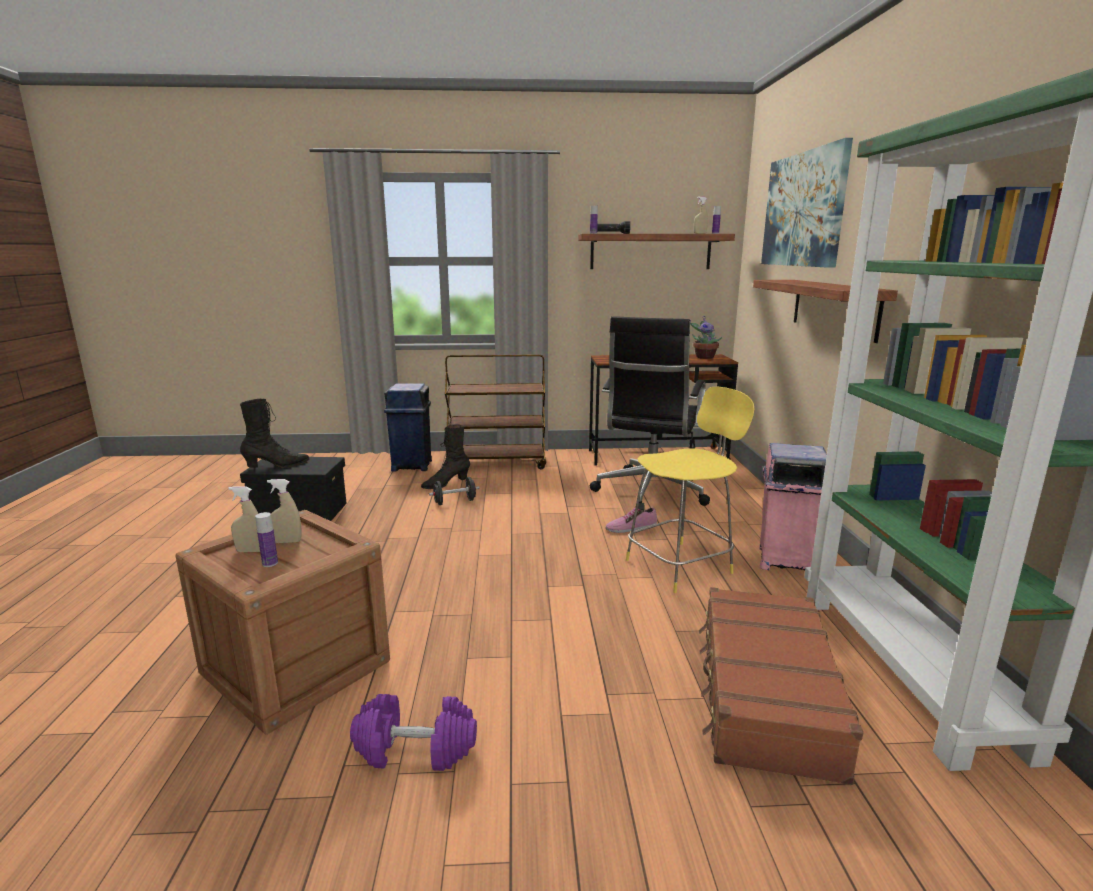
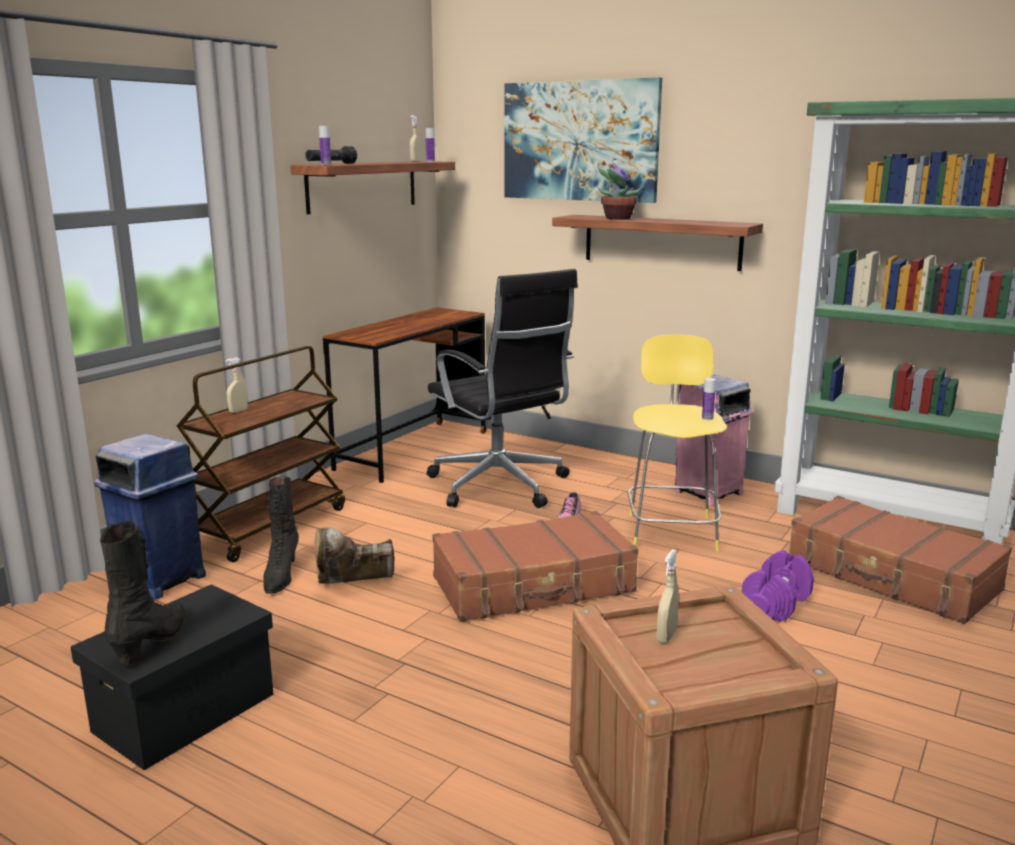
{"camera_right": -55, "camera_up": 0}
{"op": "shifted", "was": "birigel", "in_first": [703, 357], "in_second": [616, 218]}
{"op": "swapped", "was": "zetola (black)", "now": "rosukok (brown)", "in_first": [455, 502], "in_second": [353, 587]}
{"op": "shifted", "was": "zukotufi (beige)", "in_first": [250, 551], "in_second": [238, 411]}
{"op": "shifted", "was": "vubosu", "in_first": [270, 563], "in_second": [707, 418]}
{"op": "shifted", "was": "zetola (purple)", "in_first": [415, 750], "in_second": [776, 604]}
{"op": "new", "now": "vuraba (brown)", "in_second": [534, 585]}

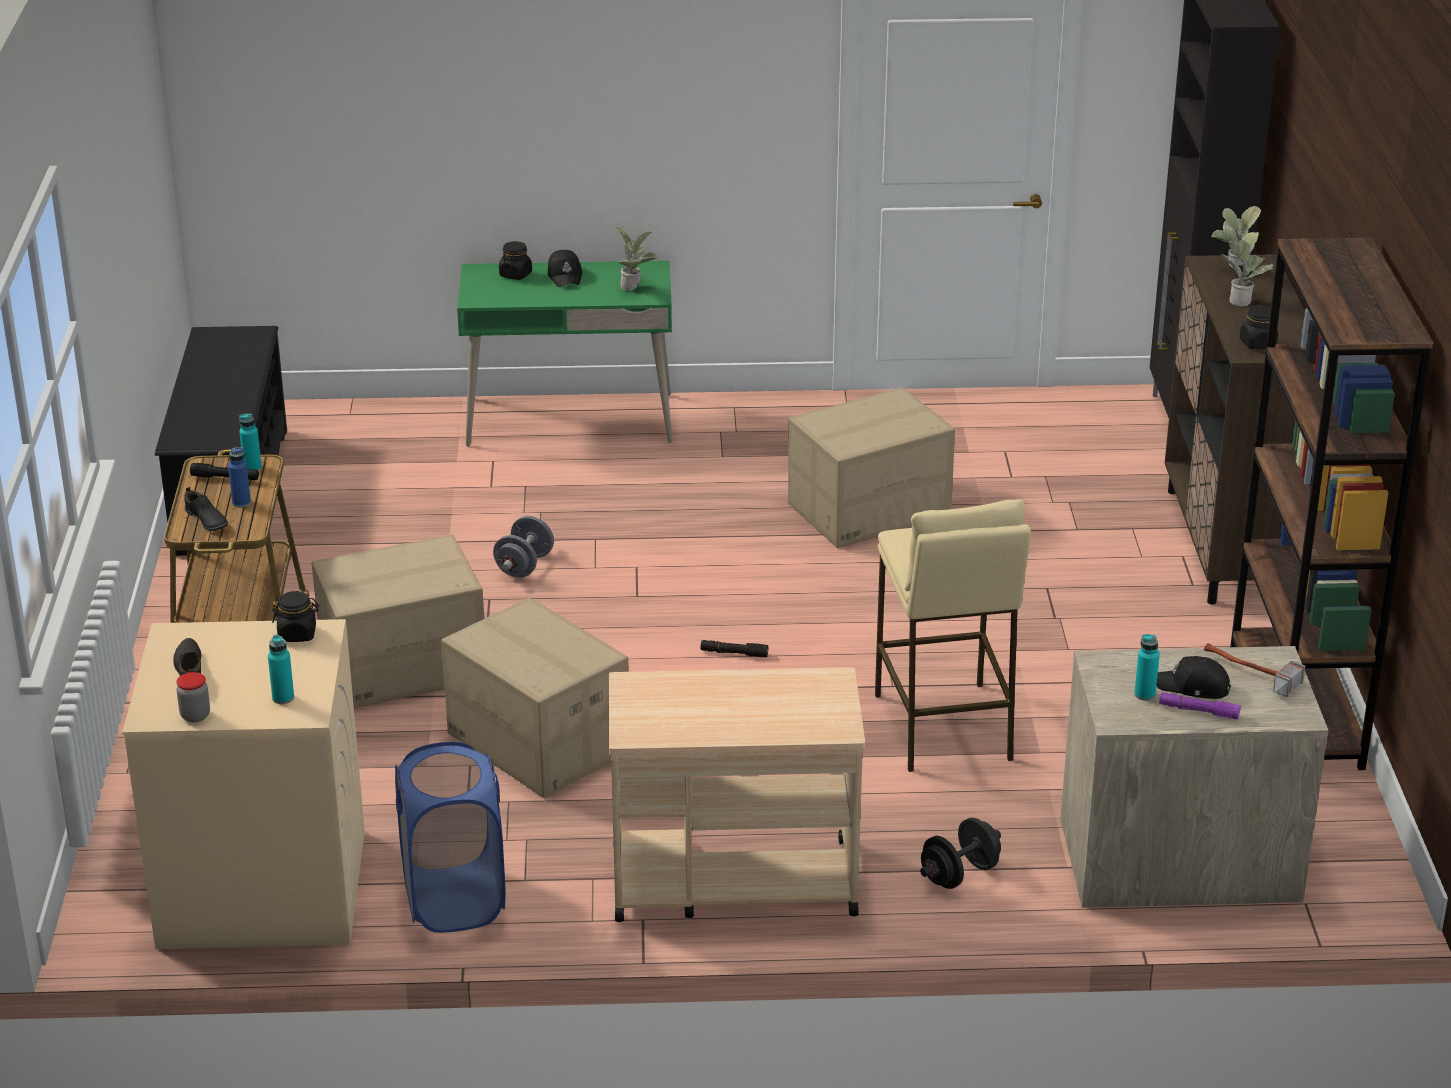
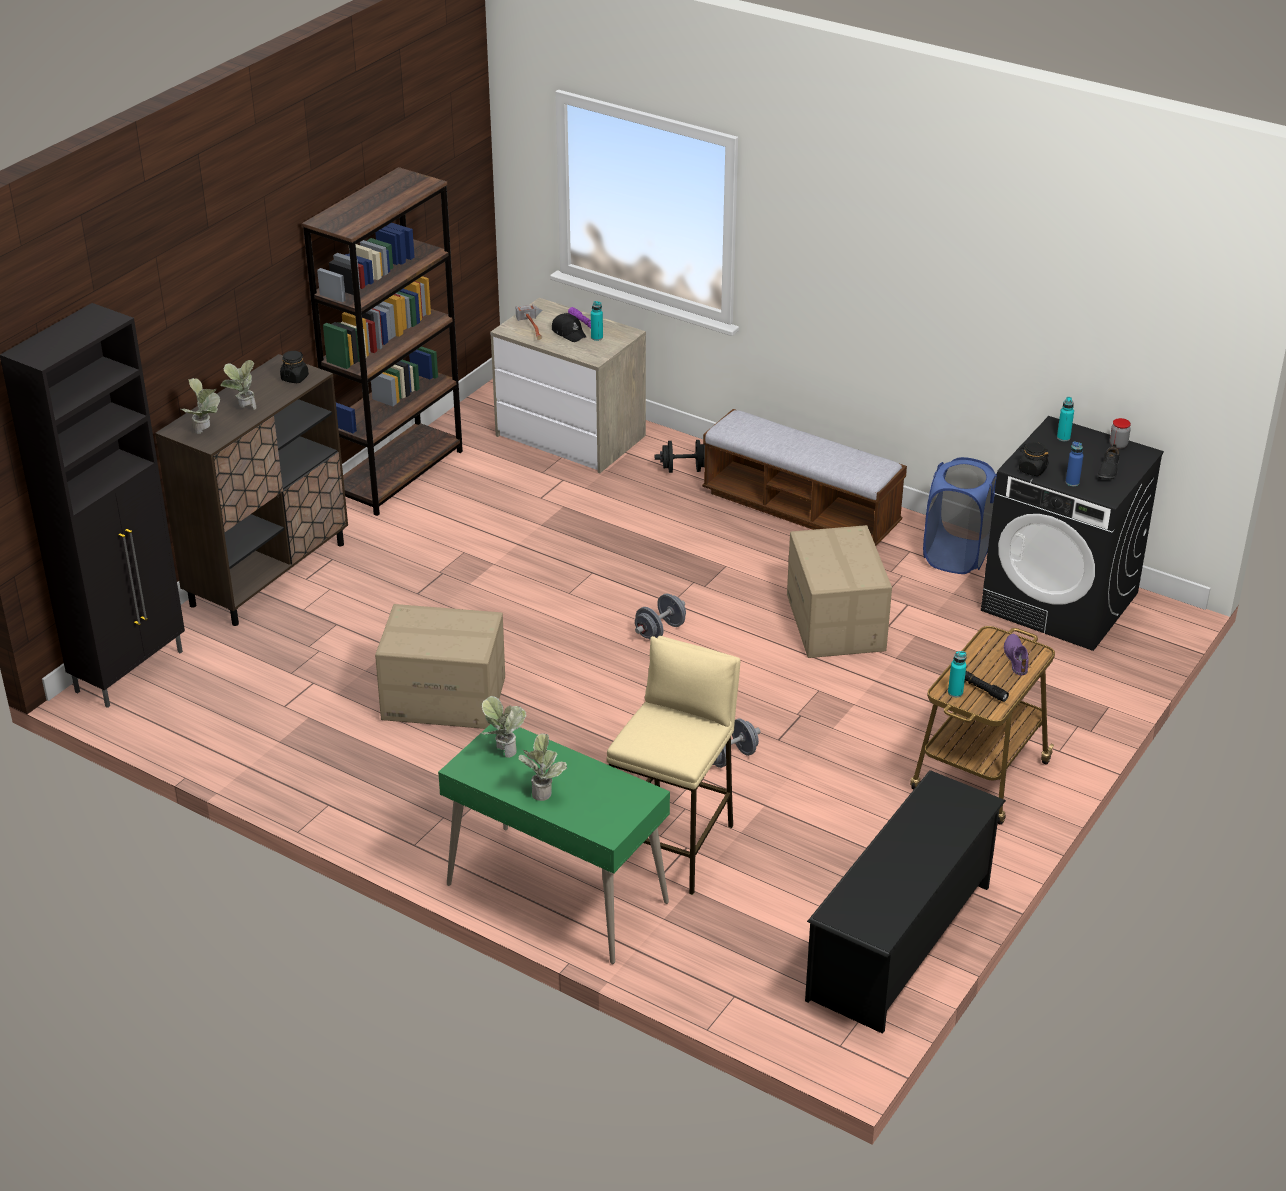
{"camera_right": -145, "camera_up": 5}
{"op": "gone", "was": "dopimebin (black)", "in_first": [515, 274]}
{"op": "swapped", "was": "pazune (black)", "now": "birigel", "in_first": [565, 275], "in_second": [543, 791]}
{"op": "shifted", "was": "vubosu (blue)", "in_first": [241, 503], "in_second": [1072, 482]}
{"op": "repainted", "was": "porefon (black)", "now": "porefon (purple)", "in_first": [206, 520], "in_second": [1016, 658]}
{"op": "shifted", "was": "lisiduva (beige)", "in_first": [943, 727], "in_second": [674, 847]}
{"op": "gone", "was": "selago", "in_first": [403, 667]}
{"op": "repainted", "was": "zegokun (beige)", "now": "zegokun (black)", "in_first": [261, 889], "in_second": [1060, 602]}
{"op": "swapped", "was": "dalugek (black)", "now": "zetola (grey)", "in_first": [734, 653], "in_second": [660, 631]}
{"op": "swapped", "was": "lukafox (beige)", "now": "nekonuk", "in_first": [732, 880], "in_second": [800, 510]}

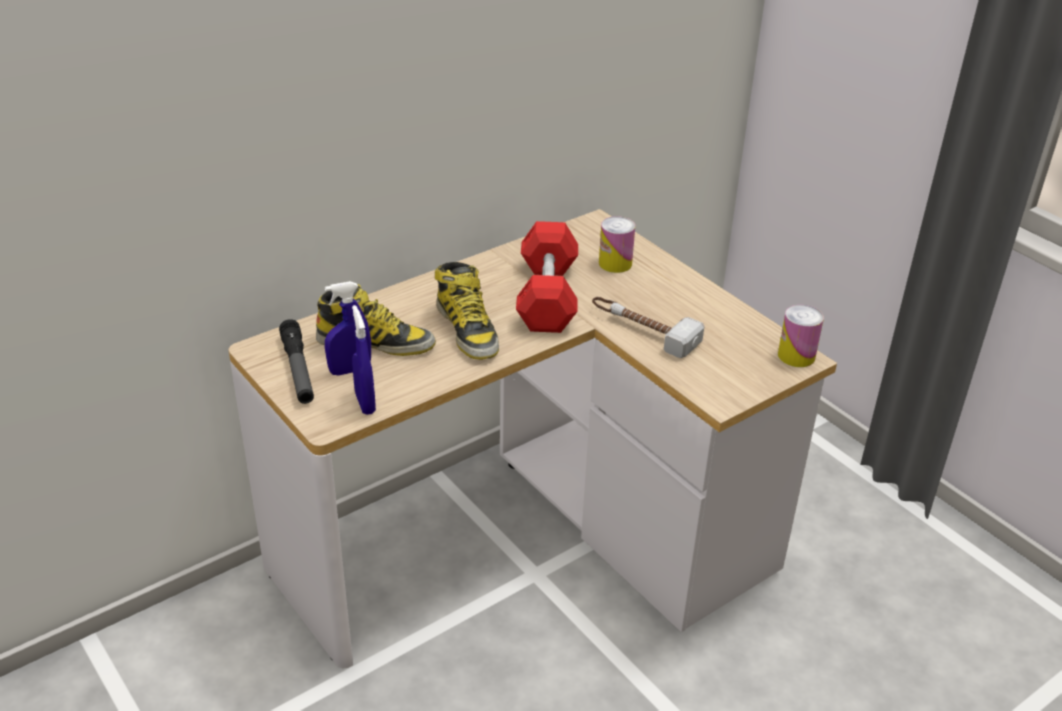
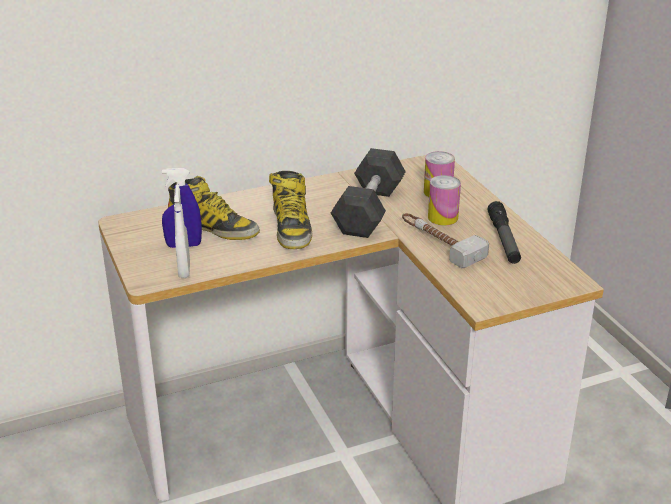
{"camera_right": 15, "camera_up": -5}
{"op": "repainted", "was": "zetola (red)", "now": "zetola (grey)", "in_first": [547, 296], "in_second": [369, 210]}
{"op": "repainted", "was": "zukotufi (blue)", "now": "zukotufi (white)", "in_first": [365, 403], "in_second": [184, 270]}
{"op": "shifted", "was": "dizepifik", "in_first": [796, 356], "in_second": [443, 217]}
{"op": "shifted", "was": "dalugek", "in_first": [298, 369], "in_second": [504, 239]}

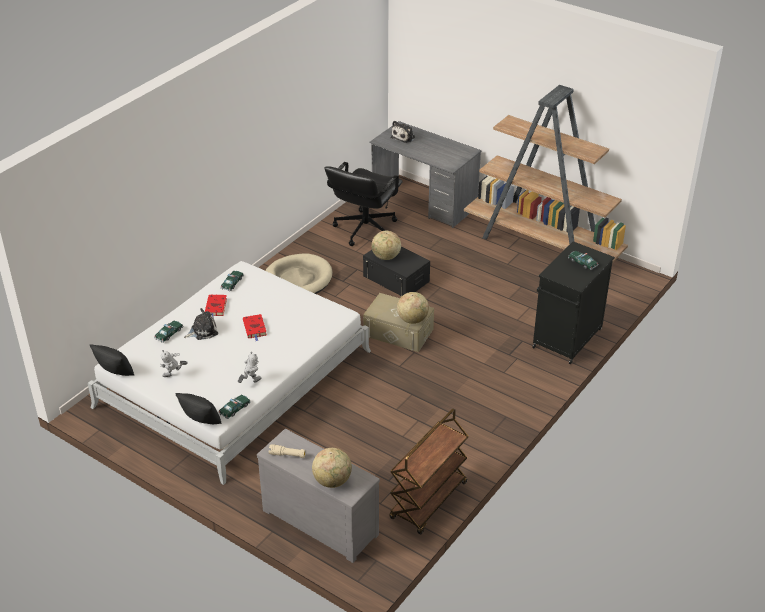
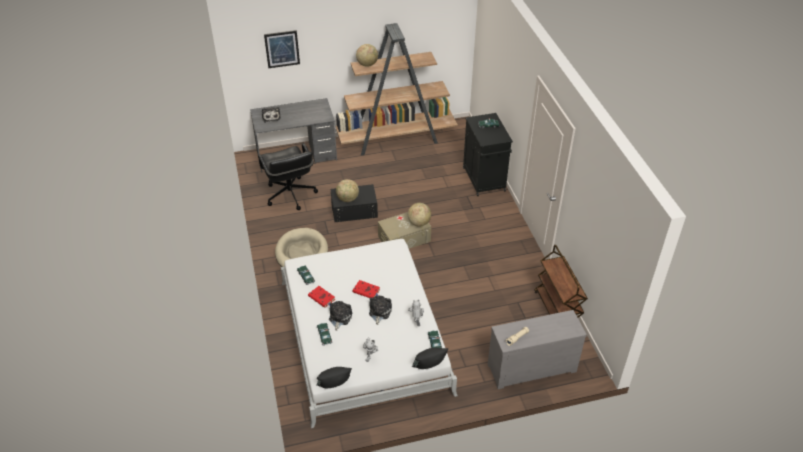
{"camera_right": -50, "camera_up": 5}
{"op": "shifted", "was": "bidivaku", "in_first": [332, 481], "in_second": [367, 64]}
{"op": "new", "now": "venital", "in_second": [282, 49]}
{"op": "new", "now": "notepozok", "in_second": [379, 312]}

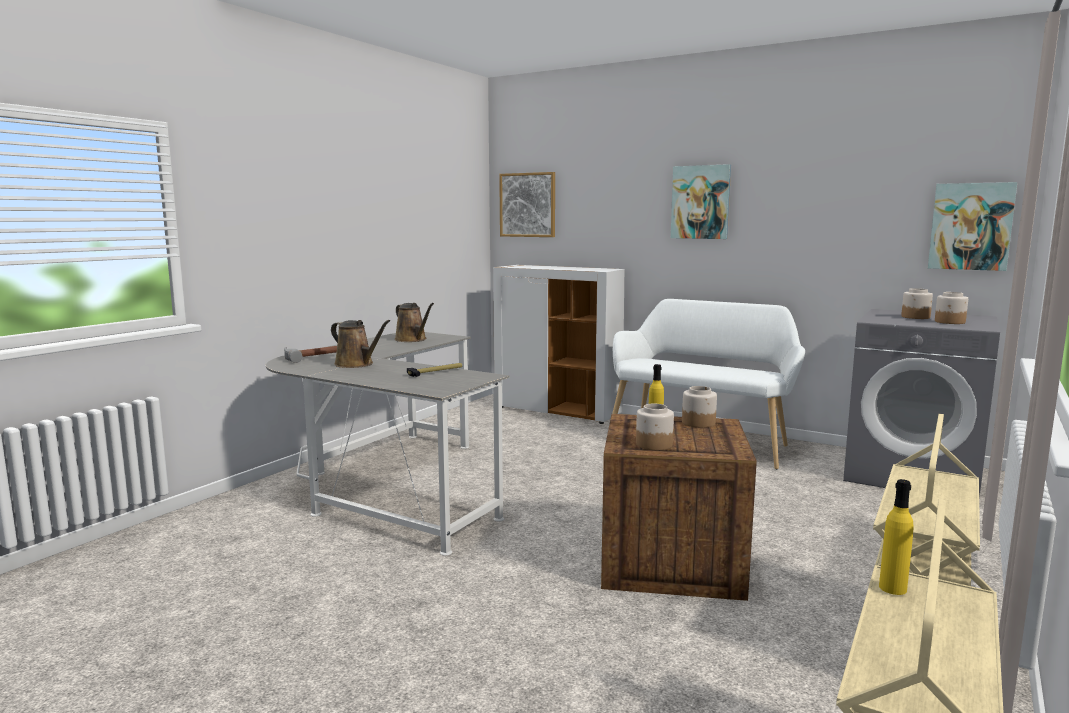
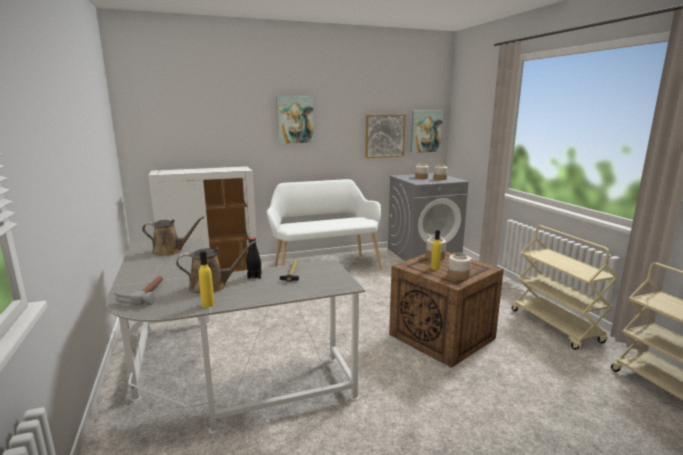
{"camera_right": -50, "camera_up": 5}
{"op": "shifted", "was": "venital", "in_first": [528, 205], "in_second": [384, 136]}
{"op": "shifted", "was": "vubosu (yellow)", "in_first": [892, 588], "in_second": [208, 304]}
{"op": "new", "now": "vubosu (black)", "in_second": [254, 276]}

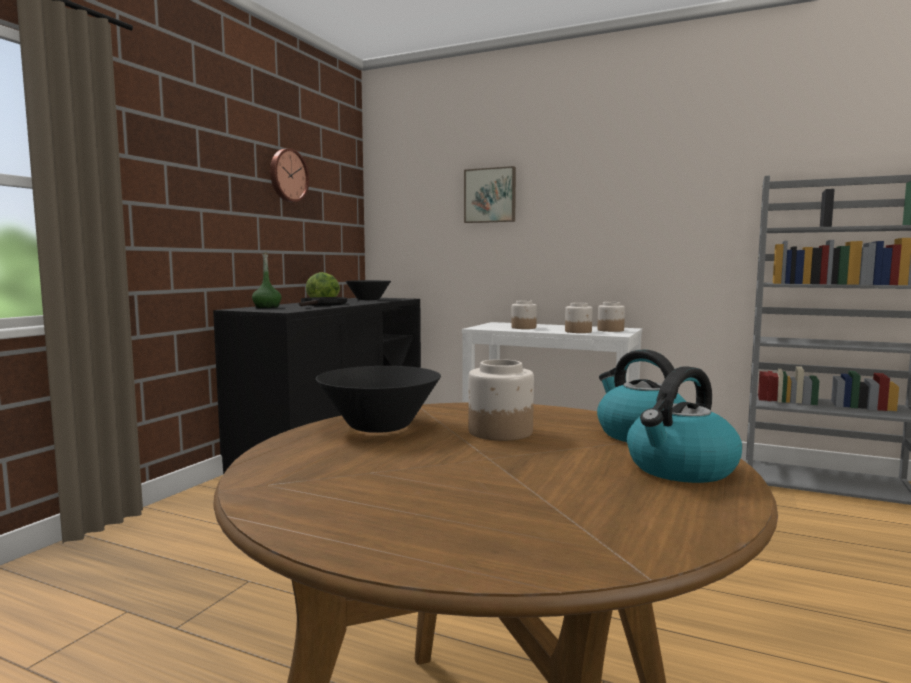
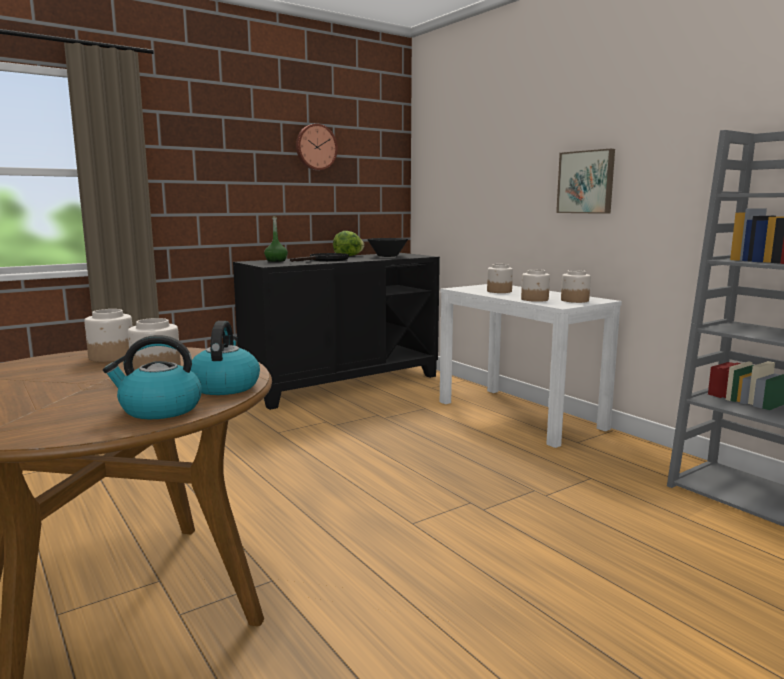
{"camera_right": 30, "camera_up": 5}
{"op": "shifted", "was": "venital", "in_first": [490, 195], "in_second": [586, 182]}
{"op": "swapped", "was": "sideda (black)", "now": "dopimebin", "in_first": [379, 426], "in_second": [111, 357]}

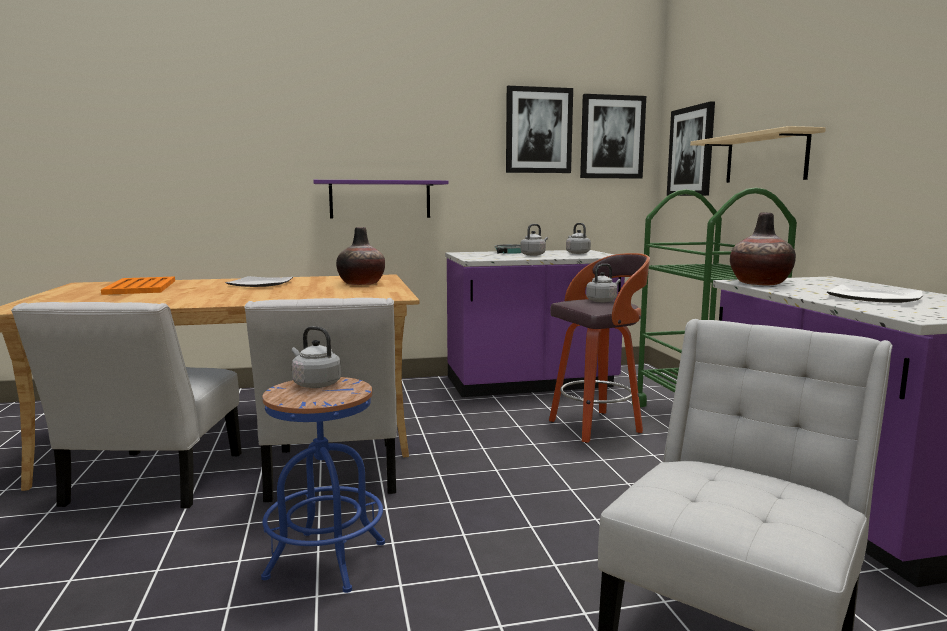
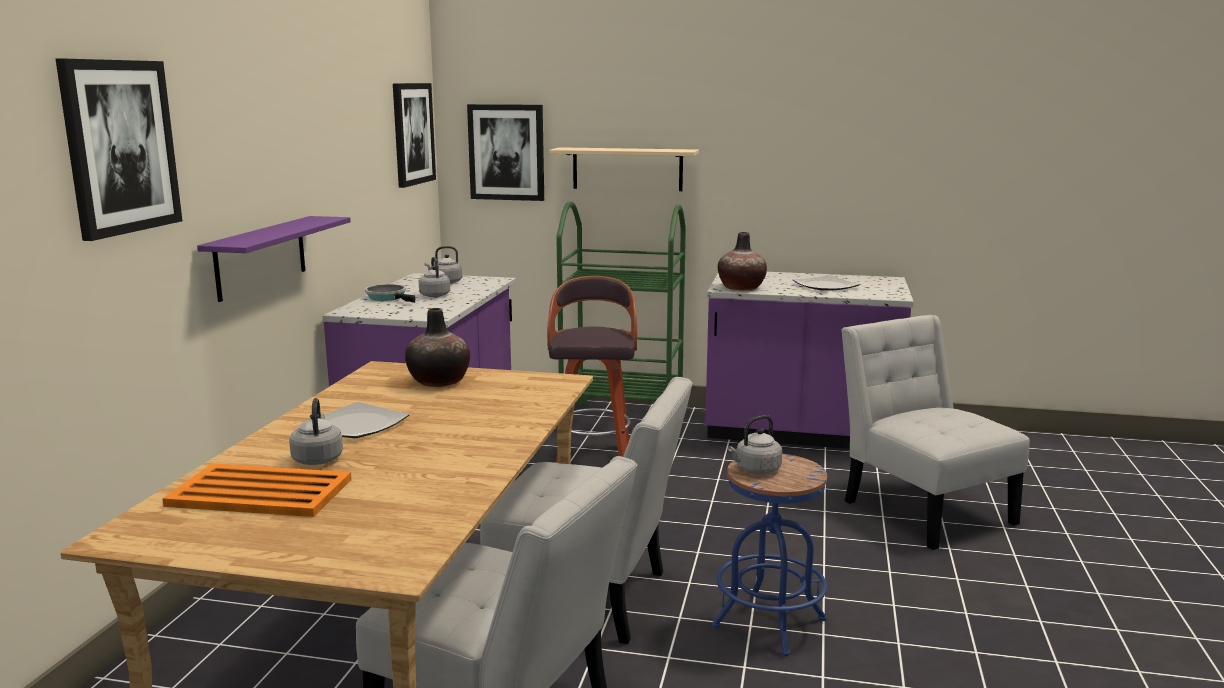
{"camera_right": -65, "camera_up": 5}
{"op": "shifted", "was": "venital", "in_first": [538, 130], "in_second": [120, 147]}
{"op": "shifted", "was": "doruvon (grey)", "in_first": [602, 301], "in_second": [318, 458]}

